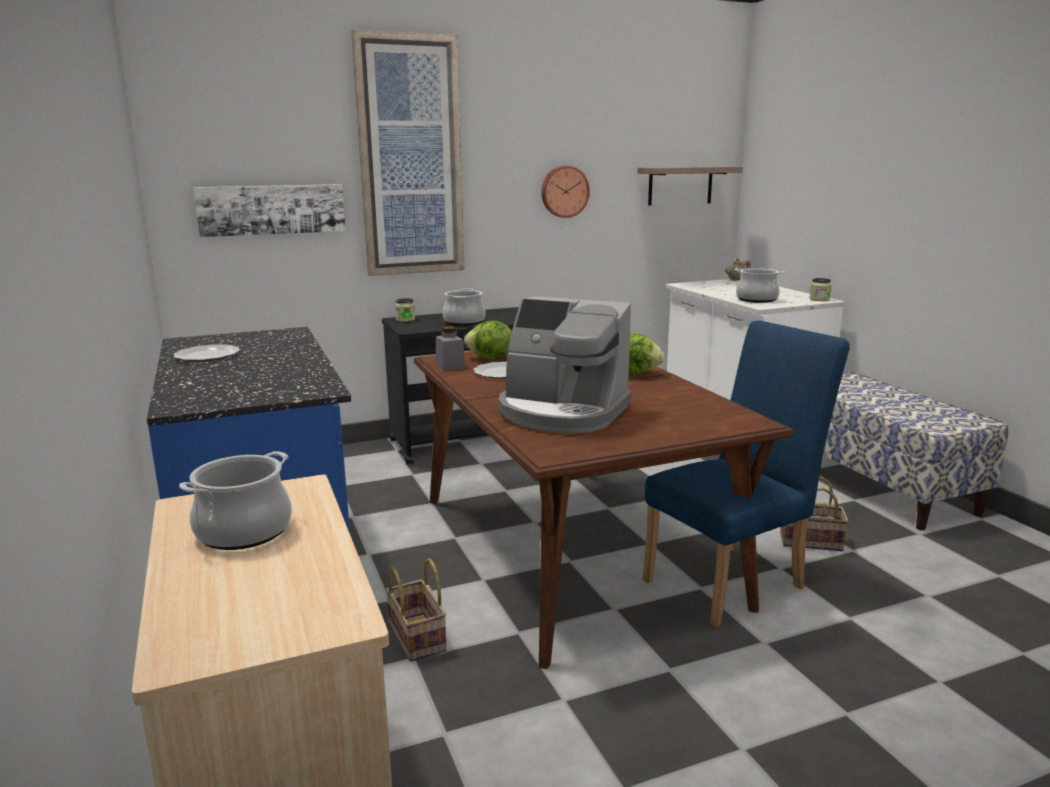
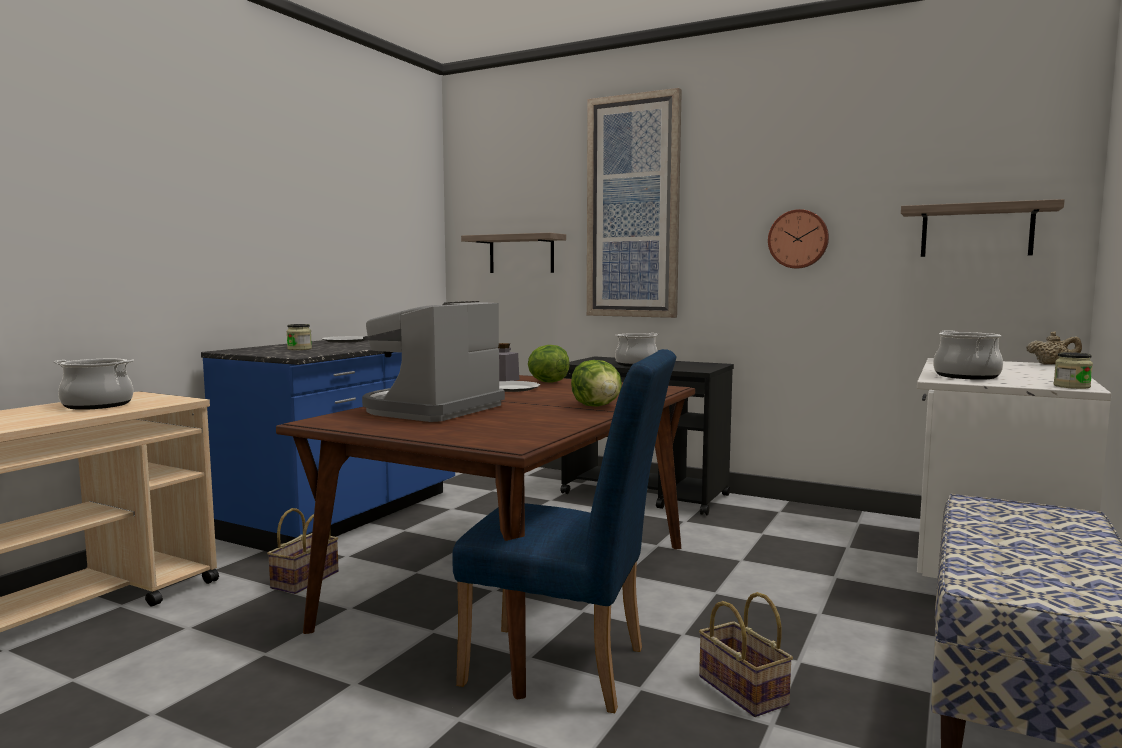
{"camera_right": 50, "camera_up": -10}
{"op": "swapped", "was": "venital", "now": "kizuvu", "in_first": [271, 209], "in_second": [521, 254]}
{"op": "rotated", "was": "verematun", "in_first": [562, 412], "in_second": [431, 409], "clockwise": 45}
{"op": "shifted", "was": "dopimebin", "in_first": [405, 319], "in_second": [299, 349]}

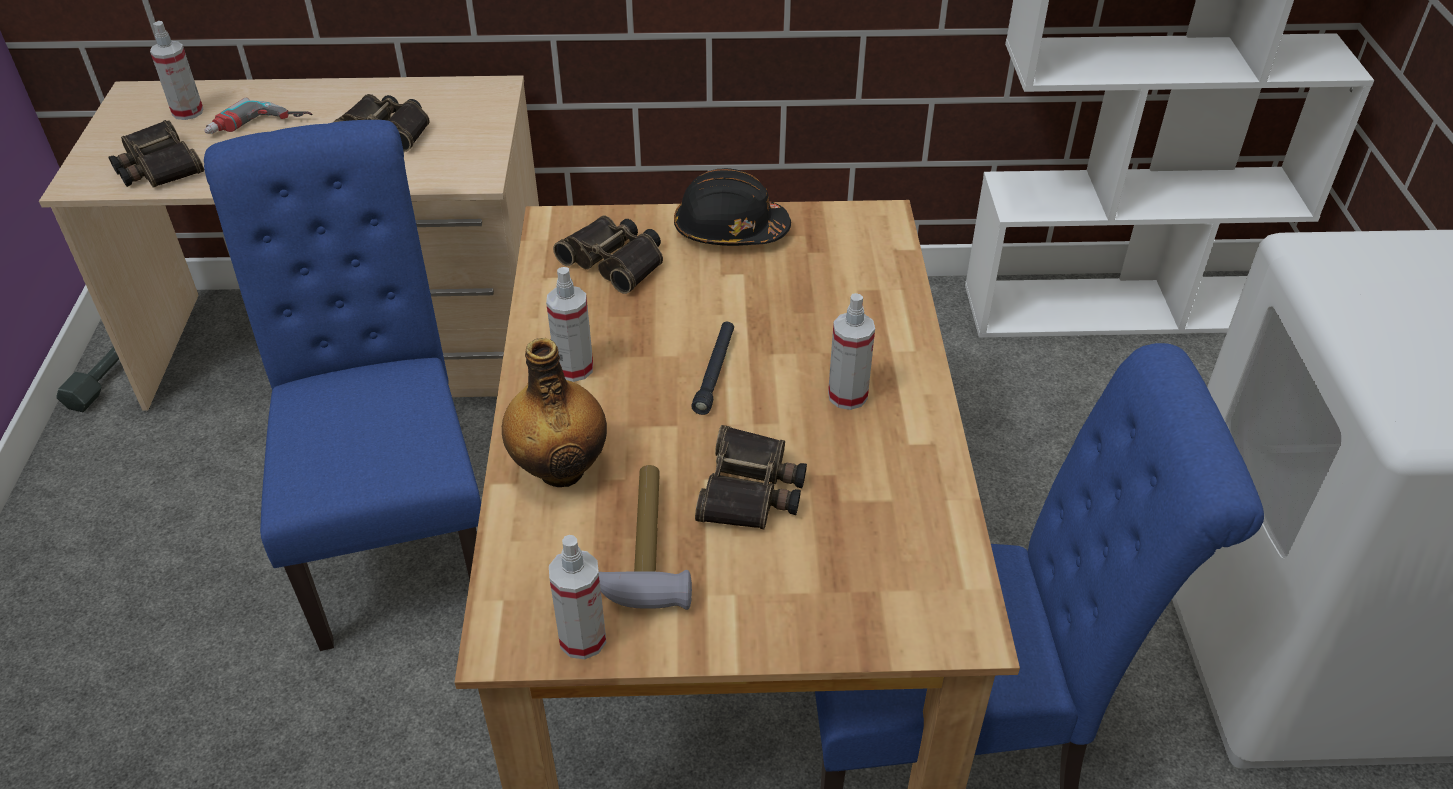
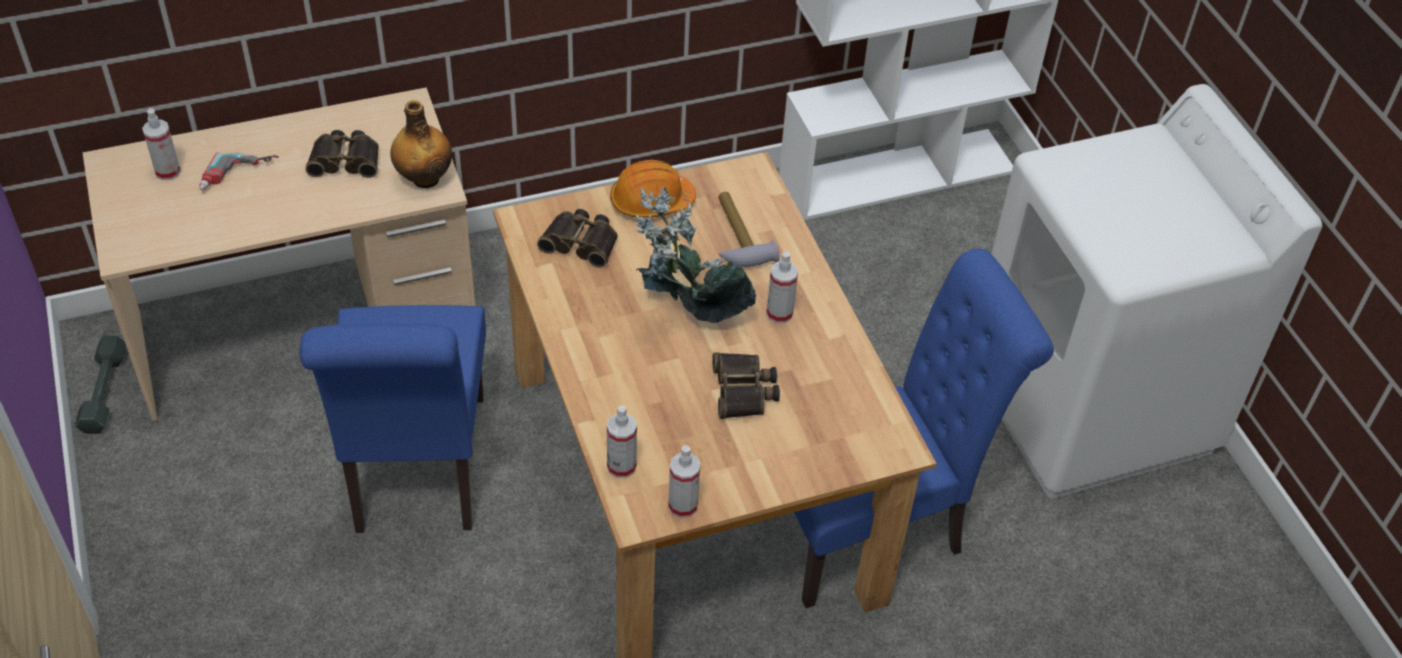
{"camera_right": -20, "camera_up": 5}
{"op": "gone", "was": "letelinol", "in_first": [157, 166]}
{"op": "rotated", "was": "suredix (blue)", "in_first": [395, 532], "in_second": [417, 472], "clockwise": -150}
{"op": "repainted", "was": "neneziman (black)", "now": "neneziman (orange)", "in_first": [730, 230], "in_second": [651, 202]}
{"op": "shifted", "was": "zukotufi", "in_first": [574, 368], "in_second": [621, 466]}
{"op": "swapped", "was": "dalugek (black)", "now": "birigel", "in_first": [715, 372], "in_second": [687, 314]}
{"op": "shifted", "was": "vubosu", "in_first": [560, 468], "in_second": [424, 178]}
{"op": "shifted", "was": "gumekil", "in_first": [642, 547], "in_second": [736, 237]}

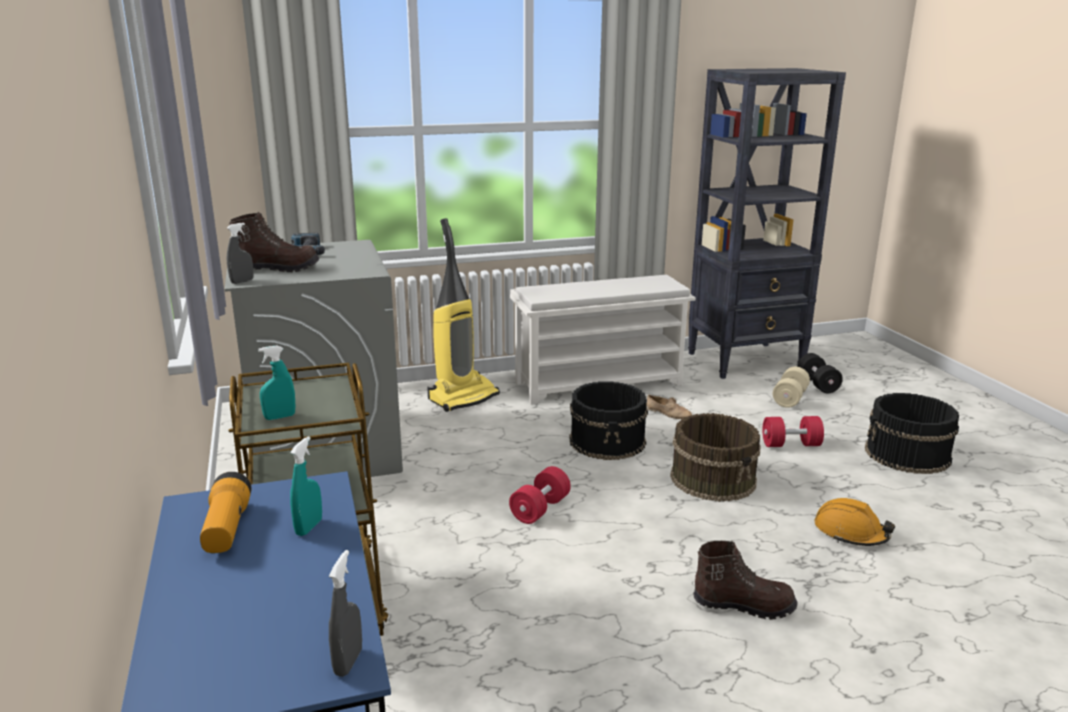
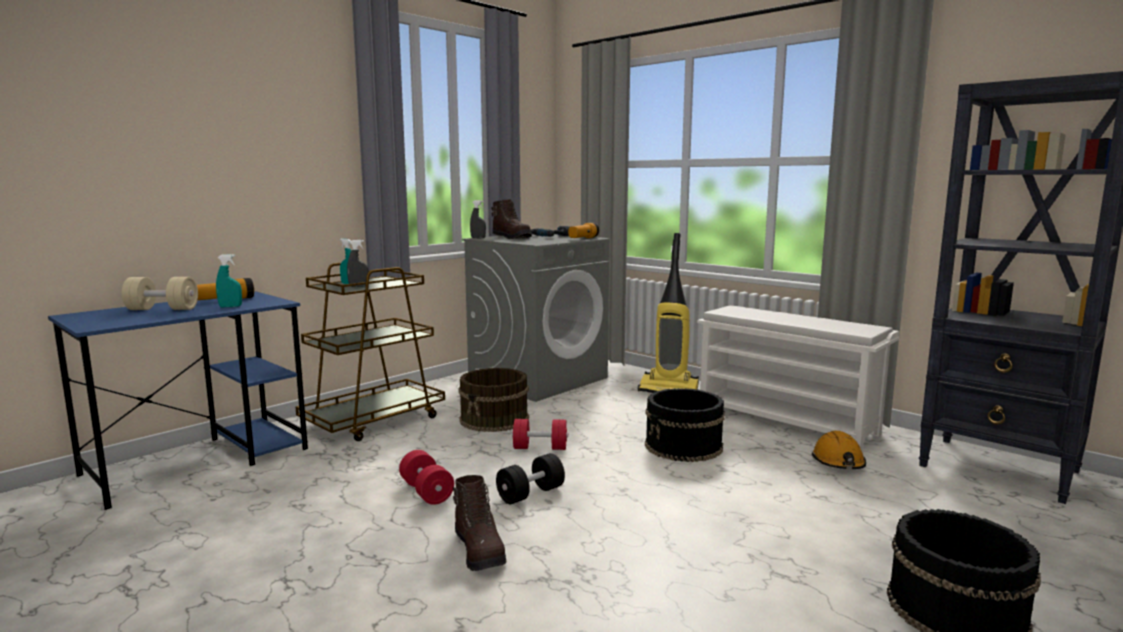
{"camera_right": 60, "camera_up": -10}
{"op": "shifted", "was": "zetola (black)", "in_first": [817, 384], "in_second": [530, 494]}
{"op": "shifted", "was": "zetola (beige)", "in_first": [789, 398], "in_second": [162, 309]}
{"op": "gone", "was": "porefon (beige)", "in_first": [668, 413]}
{"op": "shifted", "was": "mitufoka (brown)", "in_first": [714, 479], "in_second": [495, 419]}
{"op": "shifted", "was": "zetola (red)", "in_first": [791, 444], "in_second": [426, 492]}
{"op": "shifted", "was": "neneziman (orange)", "in_first": [850, 533], "in_second": [838, 462]}
{"op": "shifted", "was": "zukotufi (grey)", "in_first": [348, 662], "in_second": [358, 286]}
{"op": "new", "now": "dalugek", "in_second": [583, 238]}

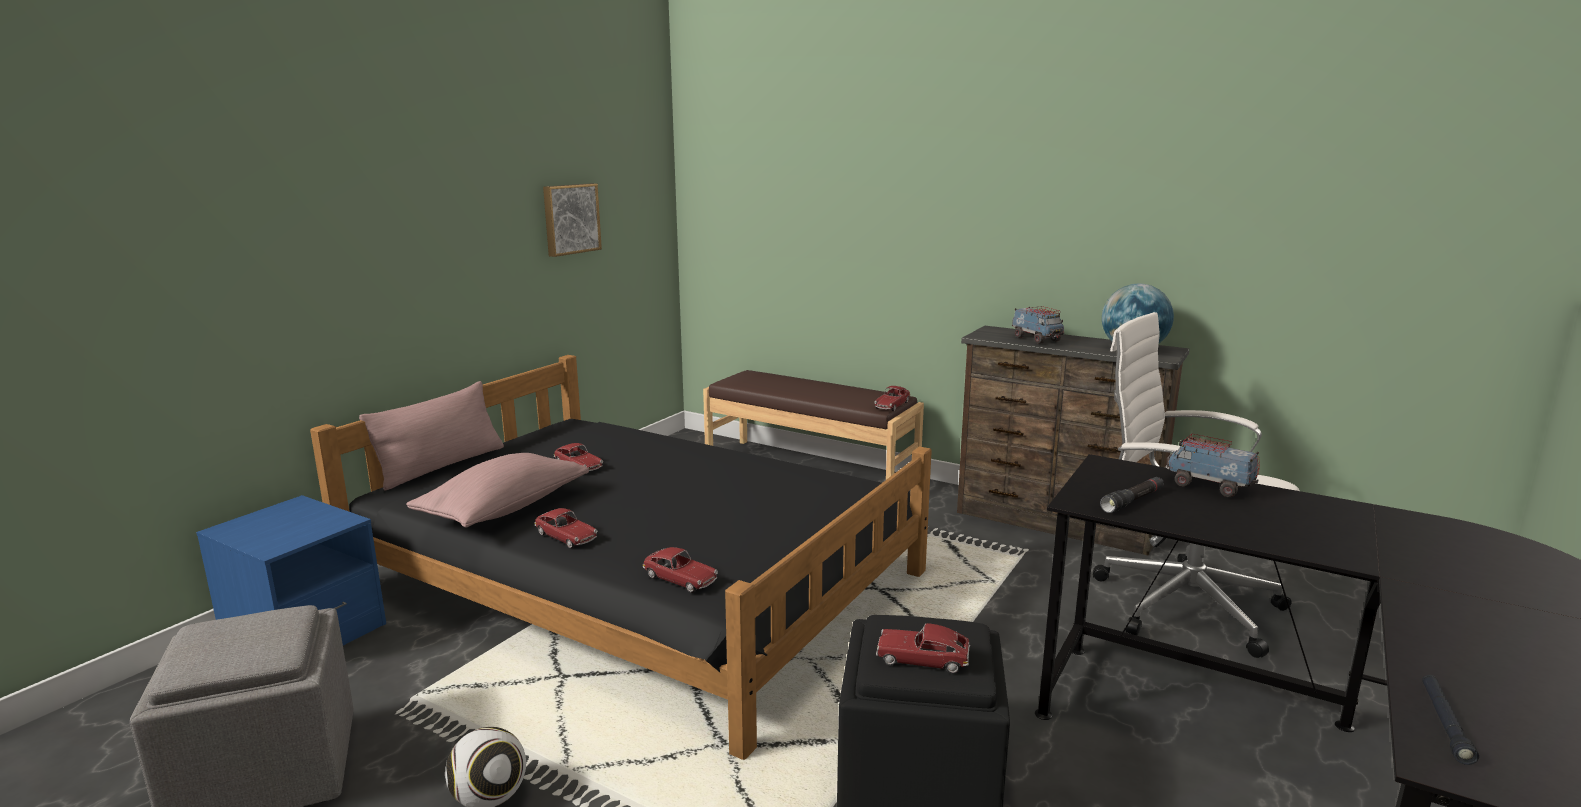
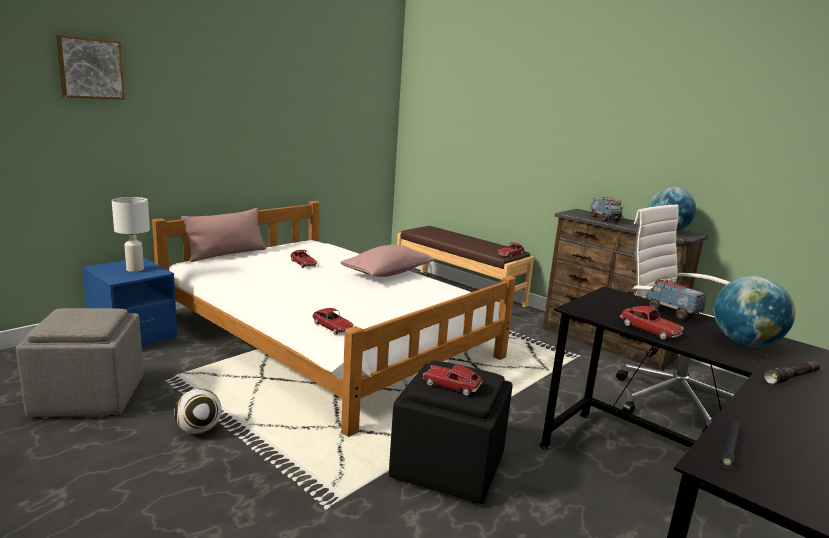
{"camera_right": 10, "camera_up": 0}
{"op": "shifted", "was": "venital", "in_first": [570, 219], "in_second": [90, 68]}
{"op": "repainted", "was": "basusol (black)", "now": "basusol (white)", "in_first": [639, 580], "in_second": [328, 336]}
{"op": "shifted", "was": "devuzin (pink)", "in_first": [504, 509], "in_second": [387, 273]}
{"op": "shifted", "was": "dalugek (black)", "in_first": [1132, 501], "in_second": [791, 377]}
{"op": "shifted", "was": "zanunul", "in_first": [566, 537], "in_second": [649, 330]}
{"op": "new", "now": "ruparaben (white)", "in_second": [135, 269]}
{"op": "new", "now": "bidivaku", "in_second": [745, 343]}

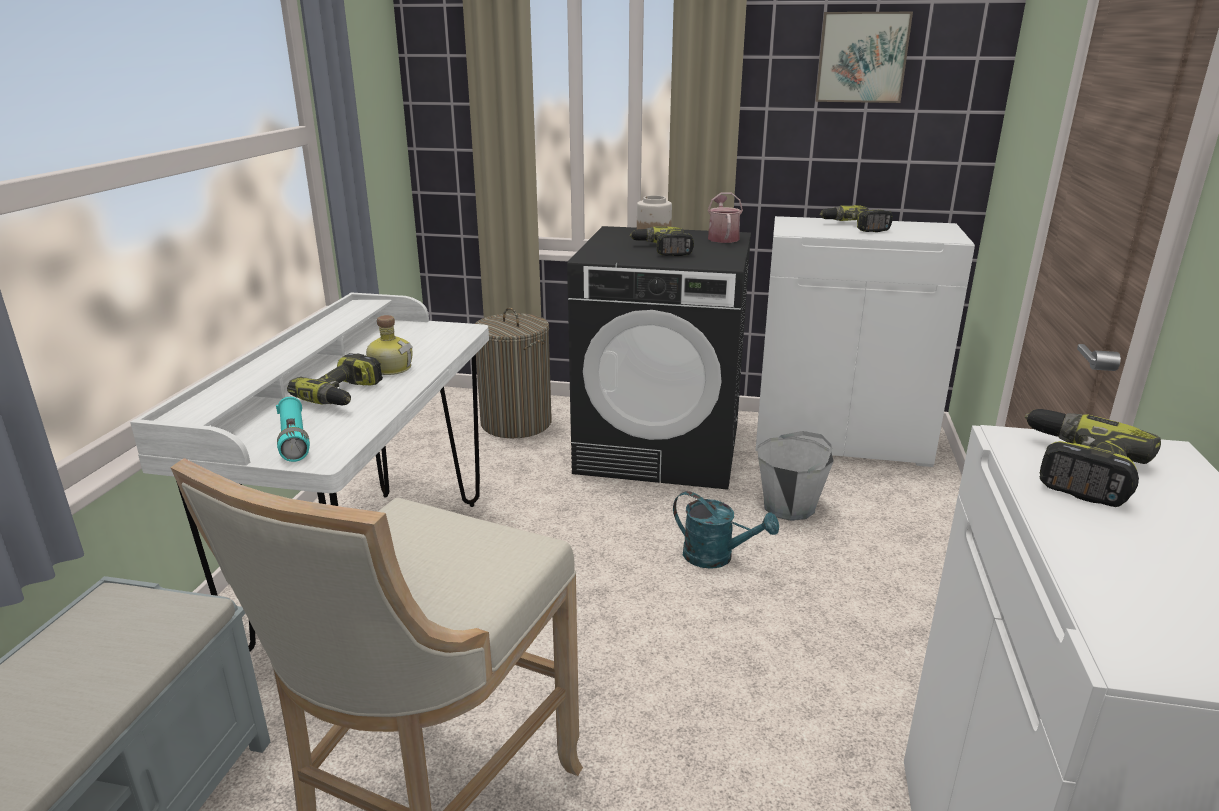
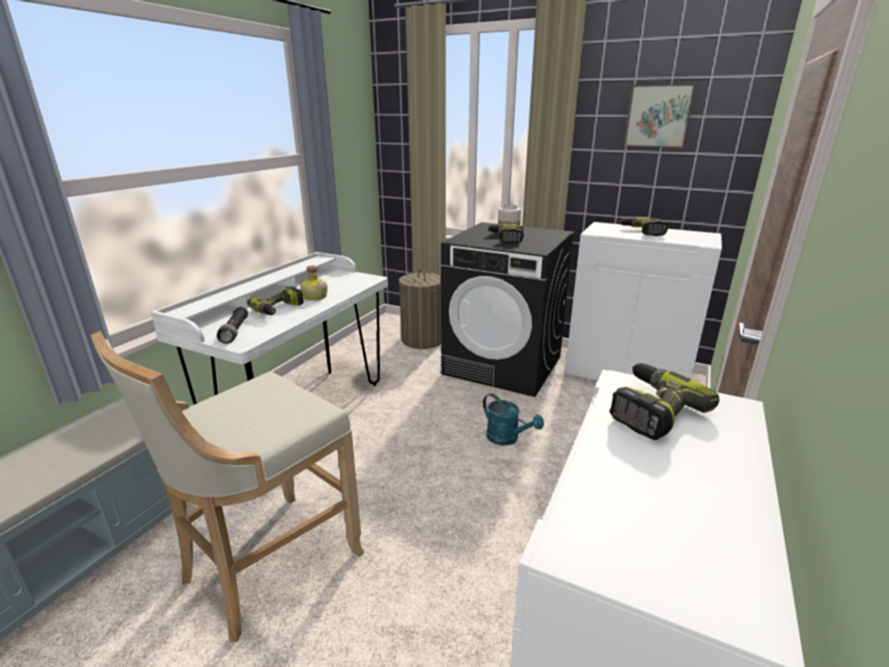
{"camera_right": 15, "camera_up": 0}
{"op": "gone", "was": "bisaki", "in_first": [722, 238]}
{"op": "repainted", "was": "dalugek (turquoise)", "now": "dalugek (black)", "in_first": [294, 440], "in_second": [235, 331]}
{"op": "gone", "was": "mitufoka (grey)", "in_first": [789, 507]}

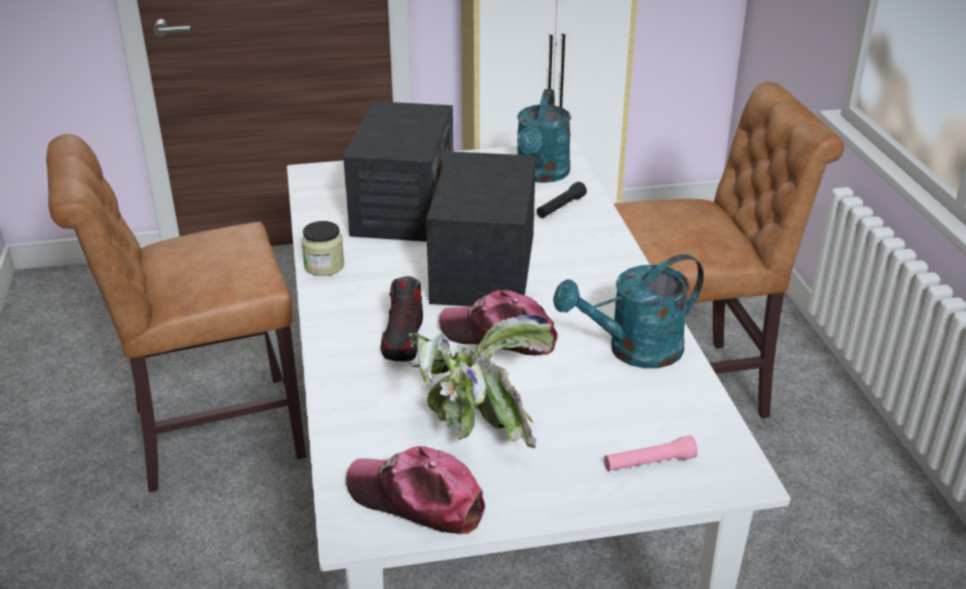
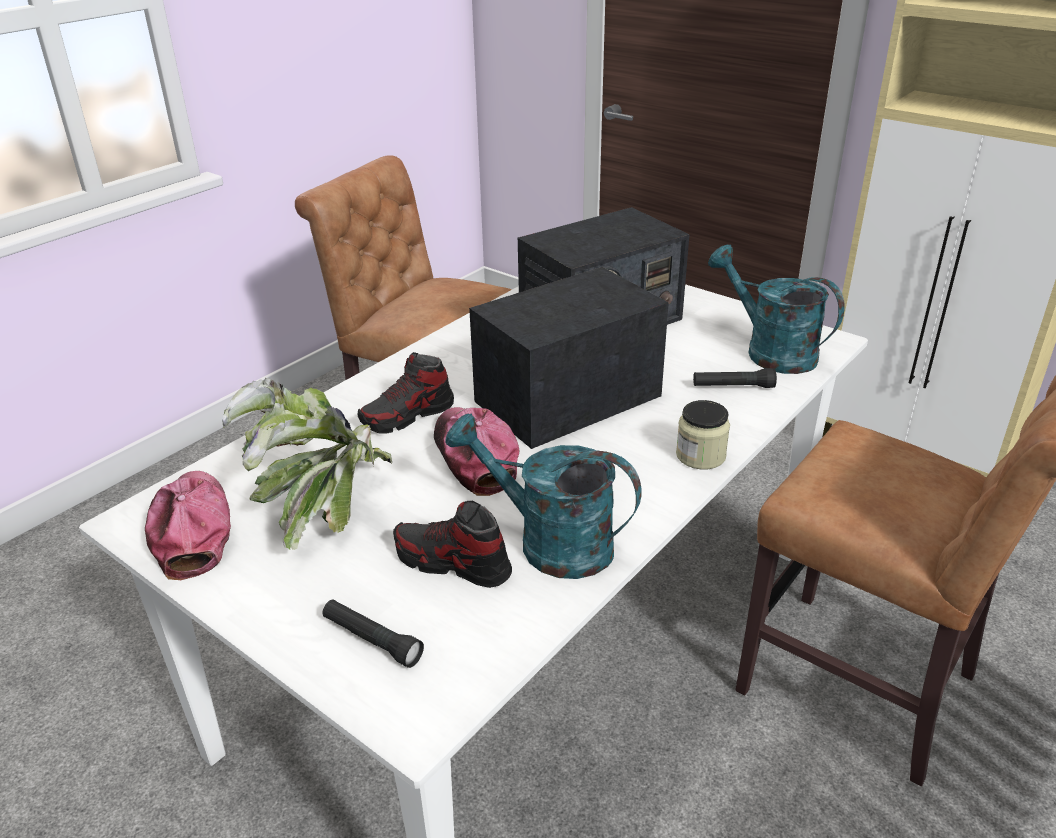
{"camera_right": 50, "camera_up": 0}
{"op": "rotated", "was": "bisaki (turquoise)", "in_first": [541, 175], "in_second": [770, 351], "clockwise": 75}
{"op": "shifted", "was": "dopimebin", "in_first": [324, 266], "in_second": [700, 455]}
{"op": "repainted", "was": "dalugek (pink)", "now": "dalugek (black)", "in_first": [649, 463], "in_second": [372, 640]}
{"op": "new", "now": "porefon", "in_second": [452, 563]}

